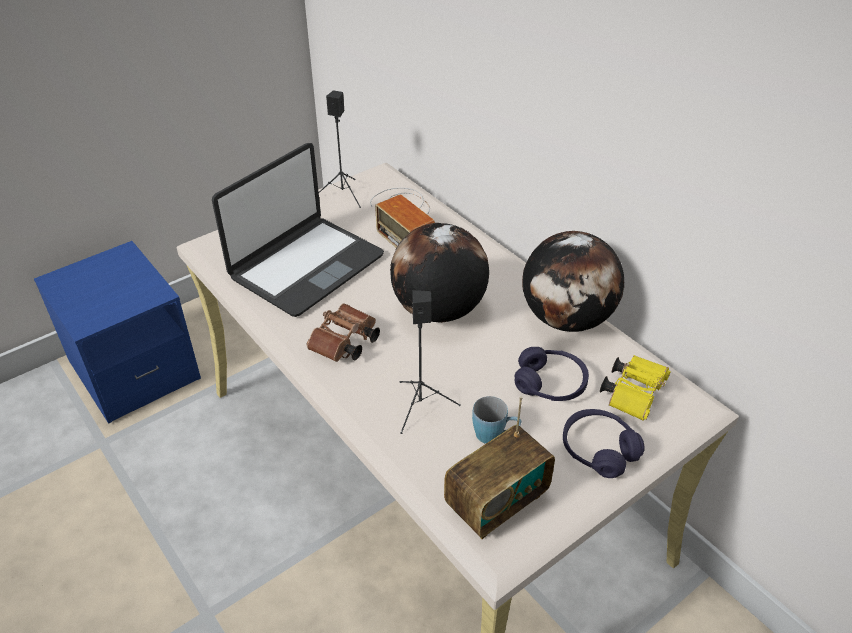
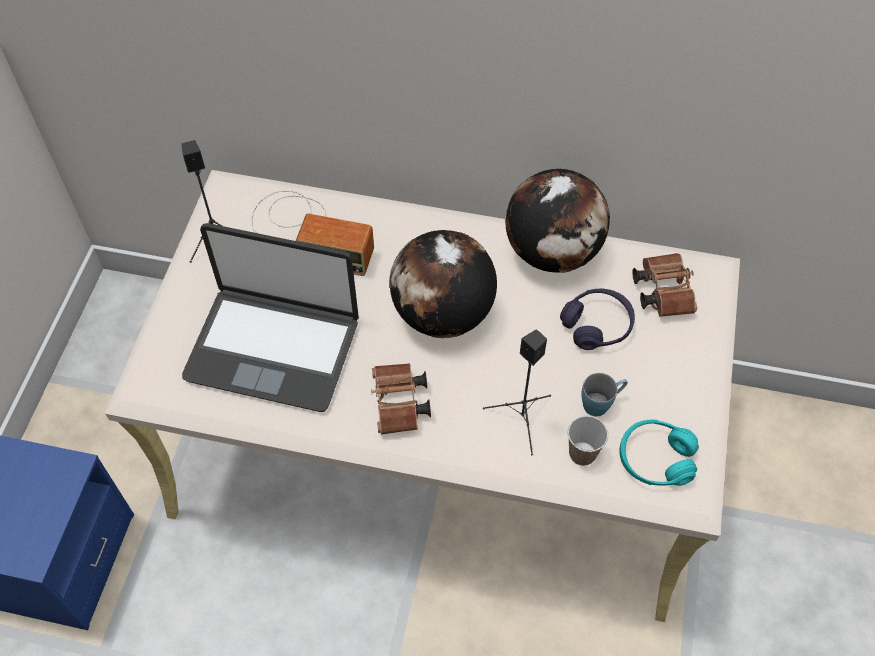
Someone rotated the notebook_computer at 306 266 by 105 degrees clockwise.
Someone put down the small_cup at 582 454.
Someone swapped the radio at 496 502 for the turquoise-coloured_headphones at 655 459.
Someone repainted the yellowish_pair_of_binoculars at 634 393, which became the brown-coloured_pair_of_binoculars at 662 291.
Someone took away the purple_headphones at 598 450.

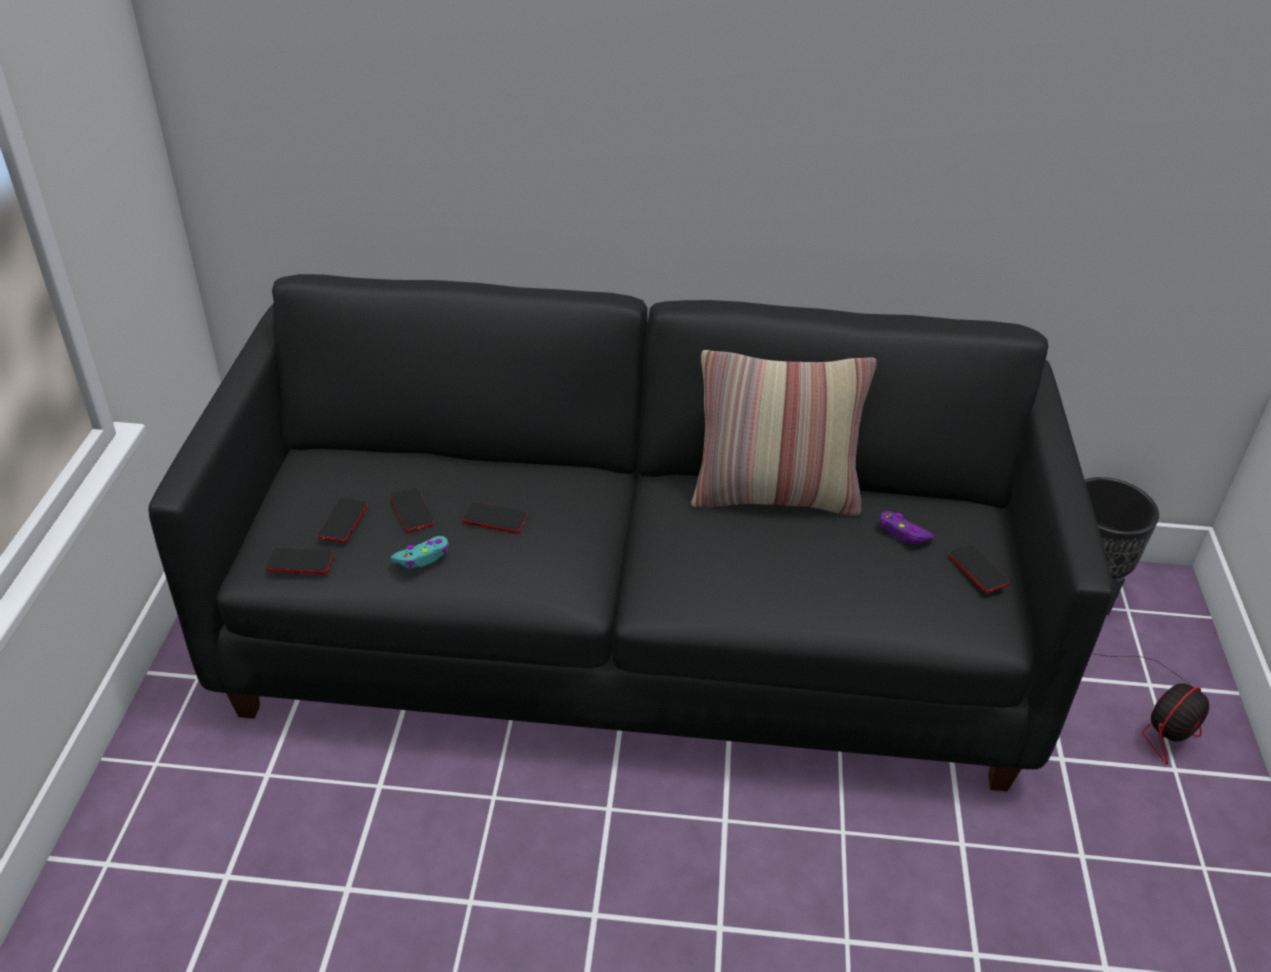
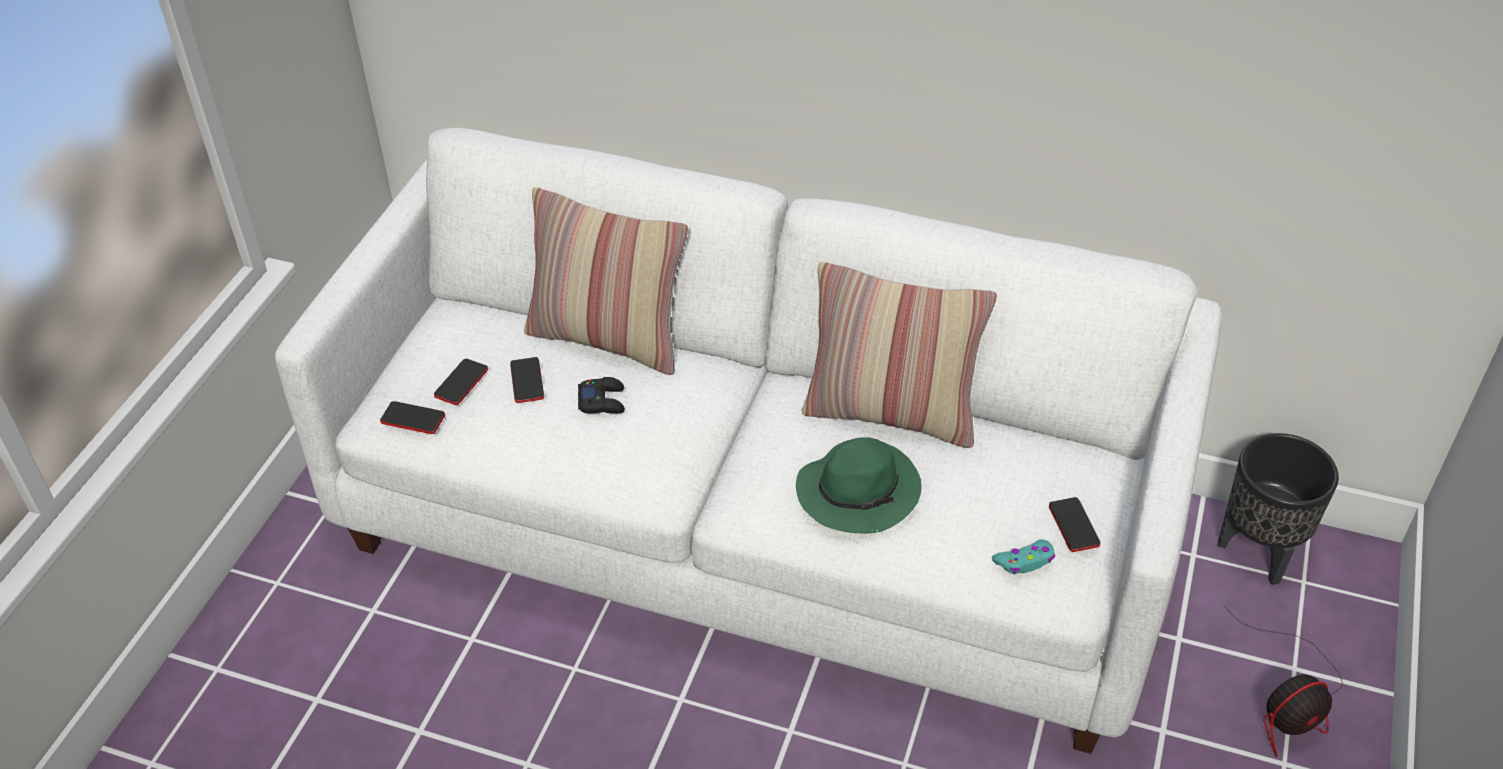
Someone repainted the black-coloured_sofa at 632 634, which became the white_sofa at 755 526.
Someone put down the throw_pillow at 608 339.
Someone swapped the telephone at 495 518 for the black-coloured_joypad at 602 401.
Someone put down the greenish_clothing_hat at 860 491.
Someone carried the turquoise-coloured_joypad from 423 557 to 1025 561.
Someone took away the purple_joypad at 903 533.

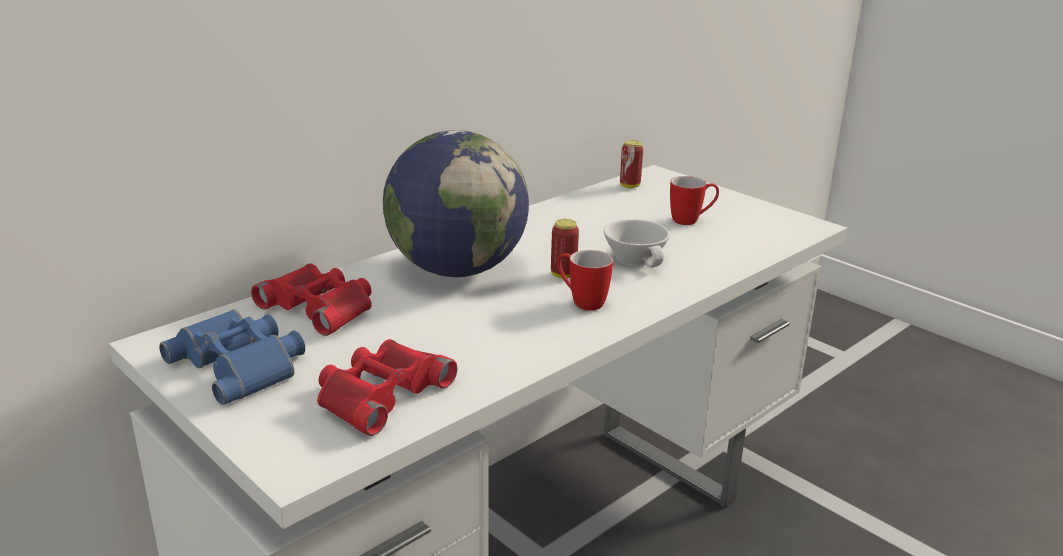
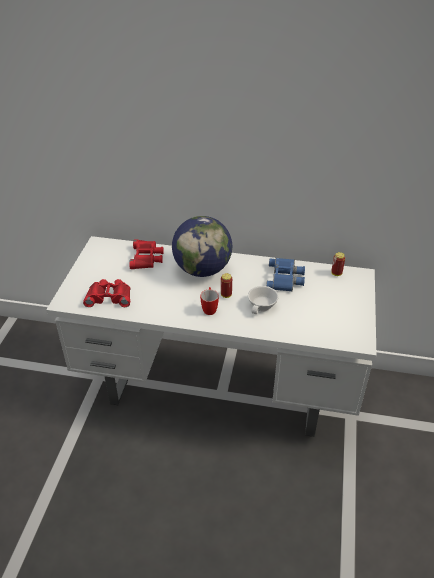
Someone carried the bluish_pair_of_binoculars from 242 364 to 286 278.
Someone took away the mug at 691 220.

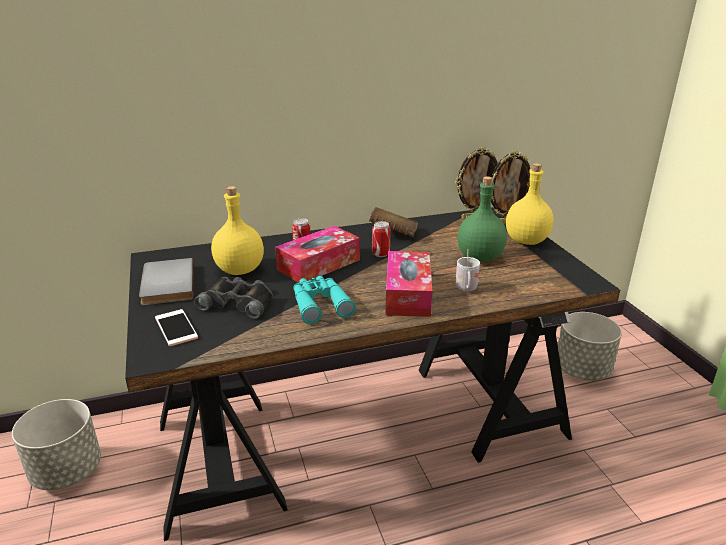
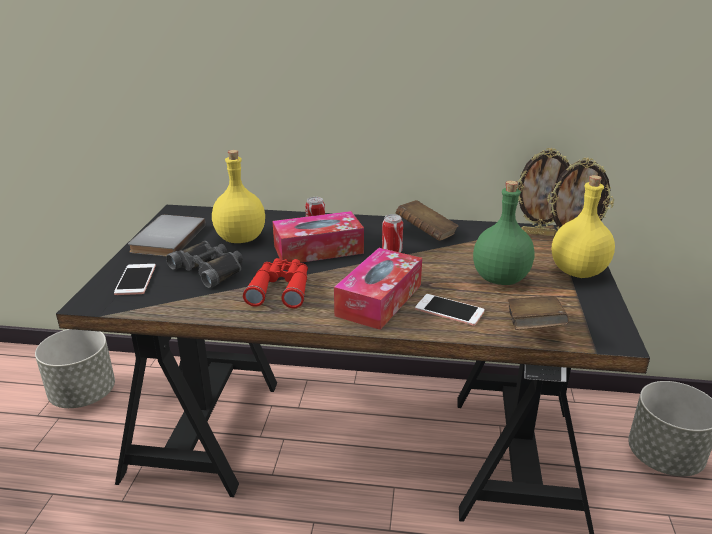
Someone repainted the turquoise-coloured_pair_of_binoculars at 320 304, which became the red-coloured_pair_of_binoculars at 281 289.
Someone swapped the white_mug at 466 289 for the telephone at 449 310.
Someone put down the brown-coloured_book at 533 328.

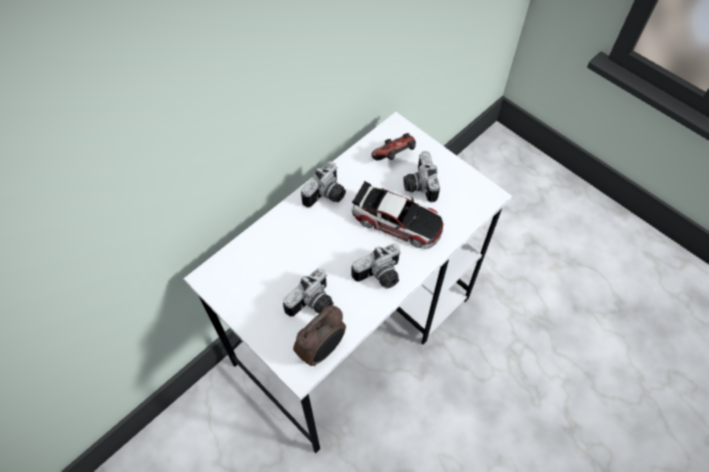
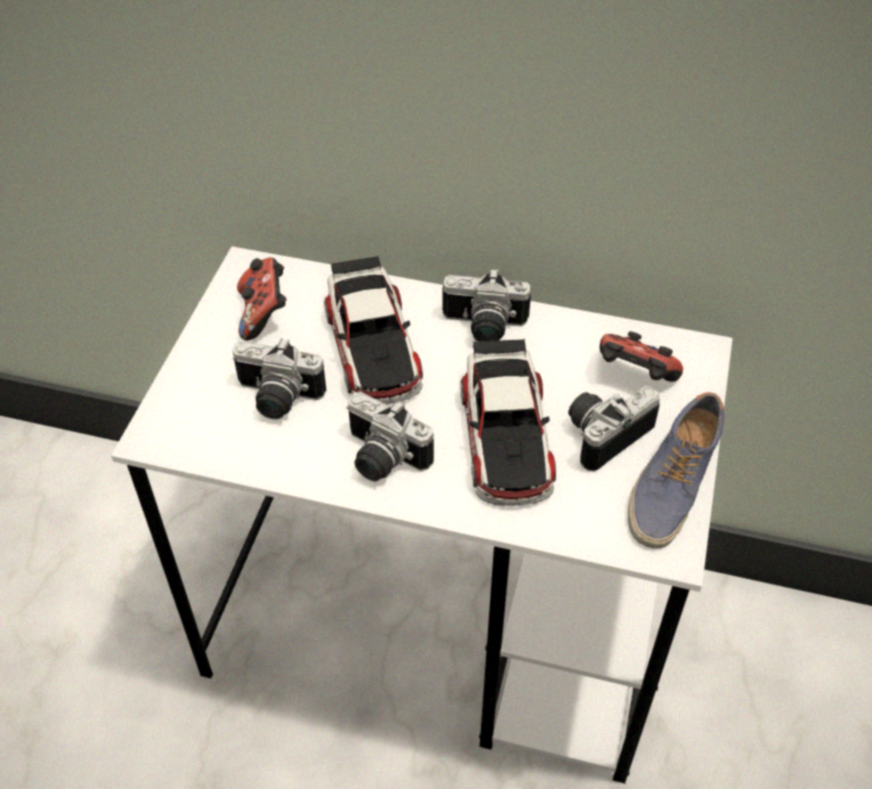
Someone put down the joypad at 264 313.
Someone put down the miniature_car at 372 345.
Someone put down the item_of_footwear at 671 484.
Someone took away the table_clock at 322 349.

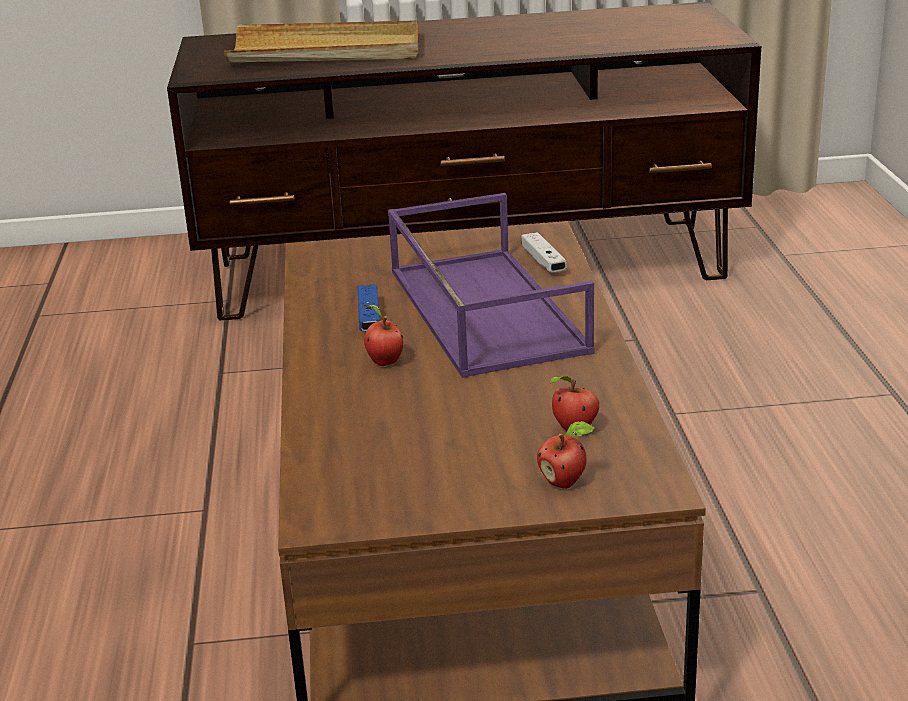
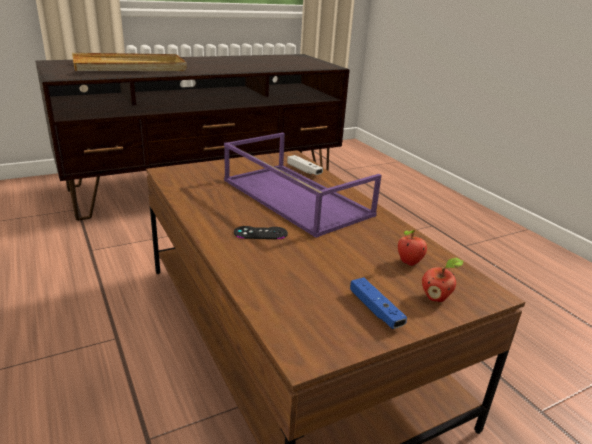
Someone swapped the apple at 383 362 for the black-coloured_joypad at 260 233.
Someone carried the bluish_joypad from 369 318 to 375 310.

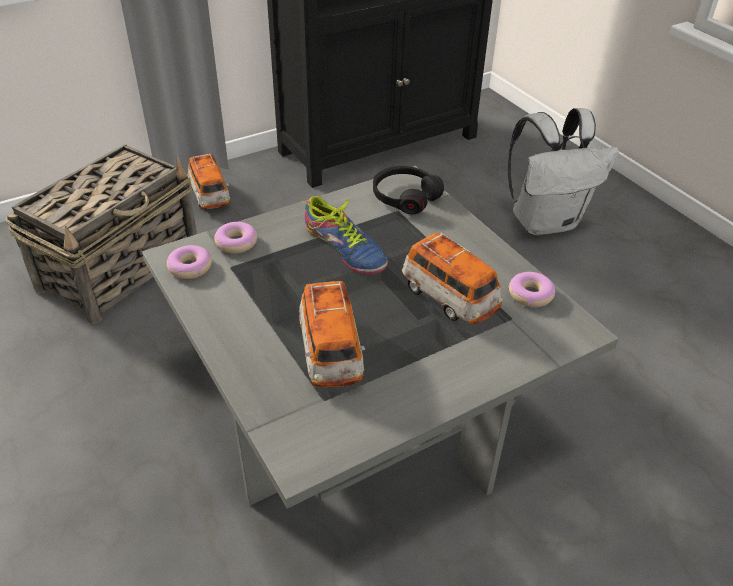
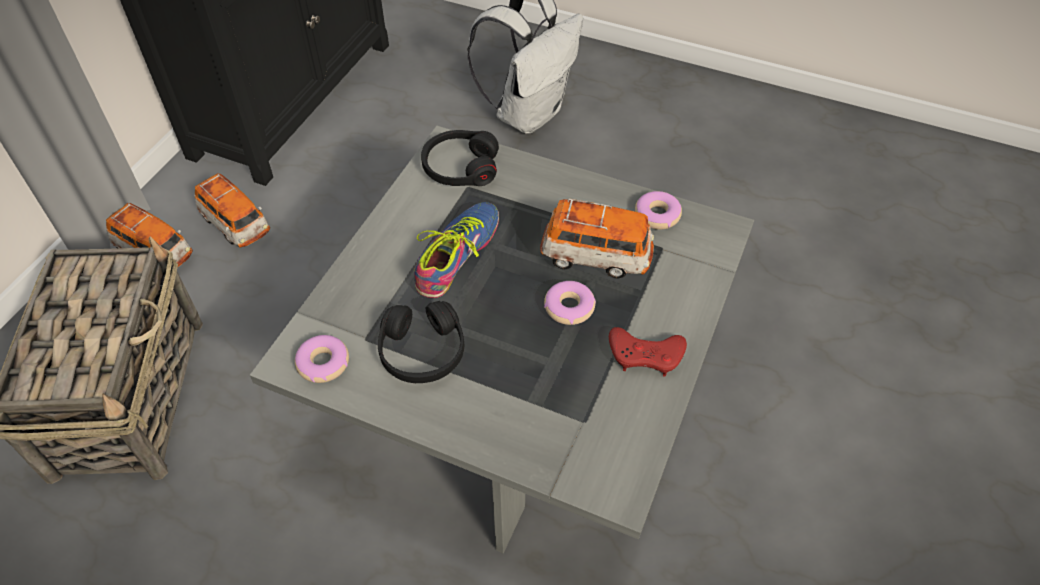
Someone carried the miniature_car from 331 353 to 235 225.
Someone put down the black-coloured_headphones at 422 351.
Someone rotated the item_of_footwear at 345 248 by 75 degrees counterclockwise.
Someone carried the doughnut from 236 242 to 569 307.
Someone put down the red-coloured_joypad at 646 355.

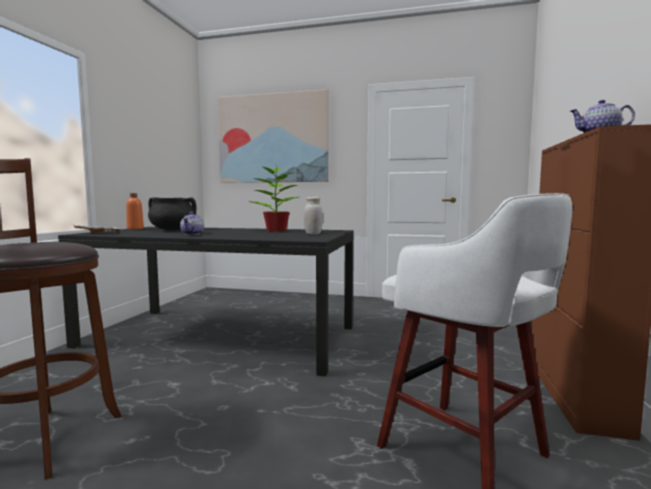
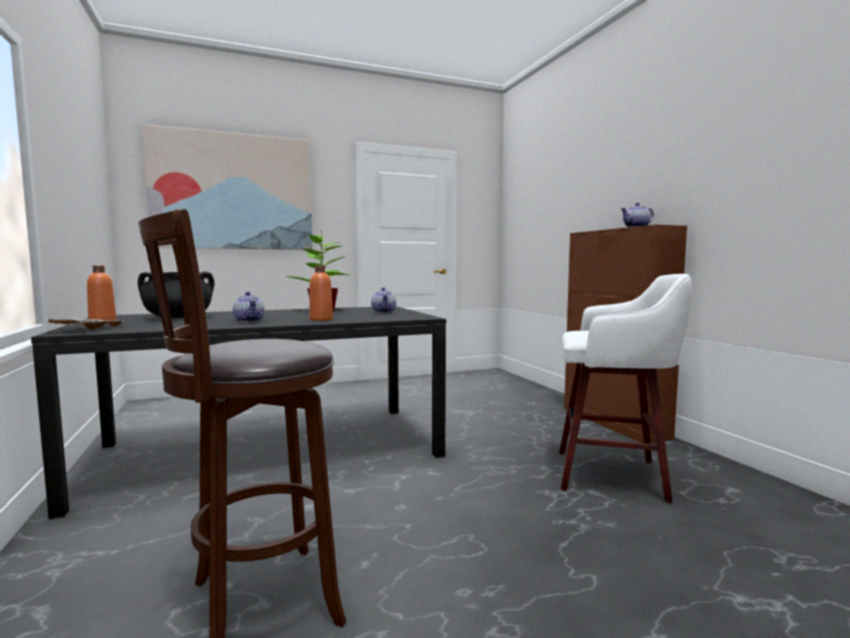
Someone put down the orange_drink_bottle at 321 319.
Someone swapped the white_jar at 313 233 for the pot_for_tea at 384 312.

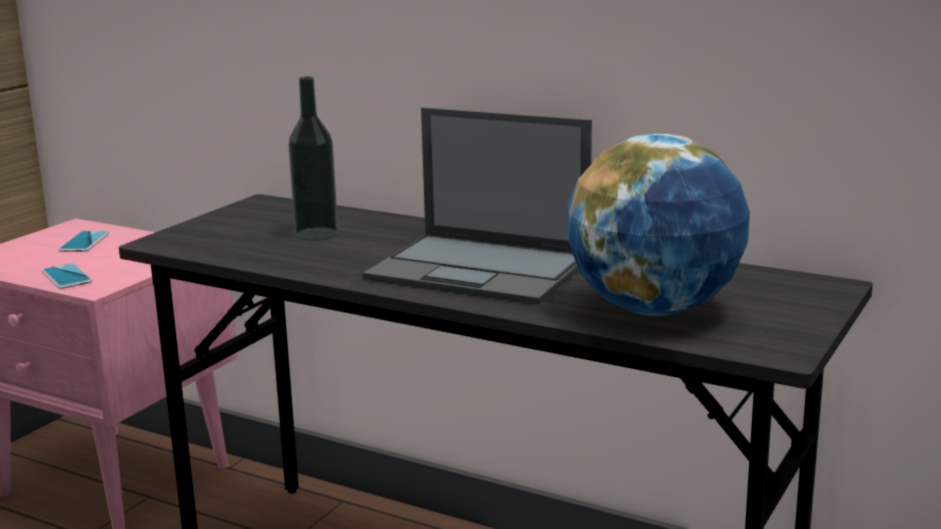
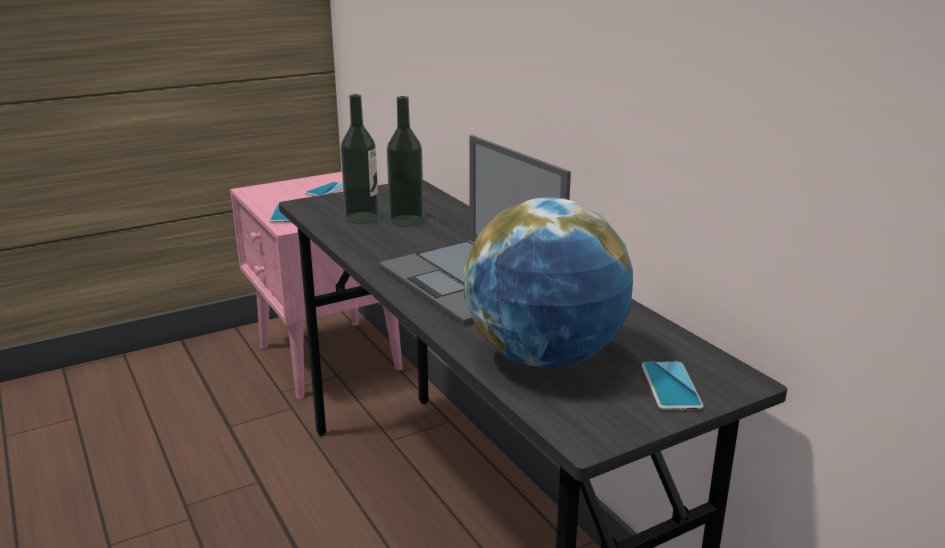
Someone put down the drink_bottle at 362 218.
Someone put down the telephone at 671 386.

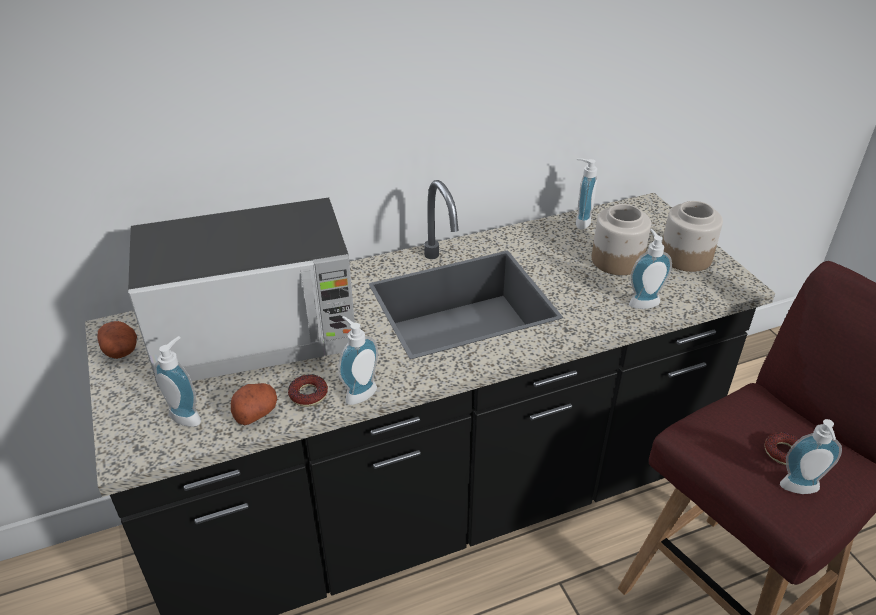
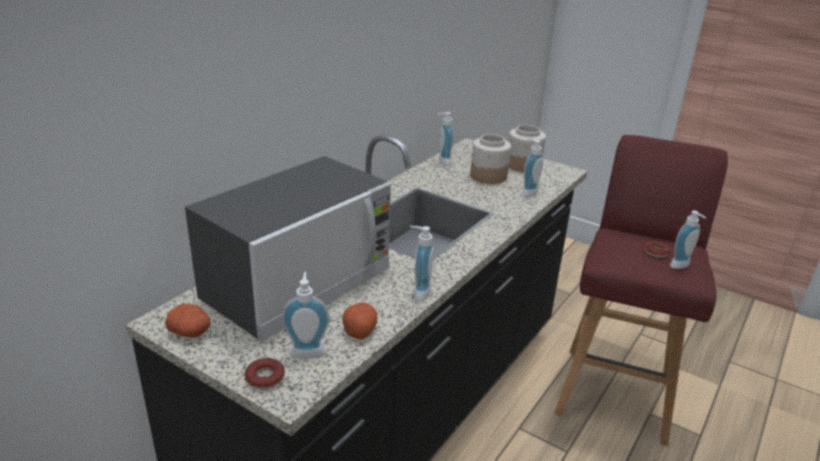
Someone carried the doughnut from 308 394 to 265 378.

